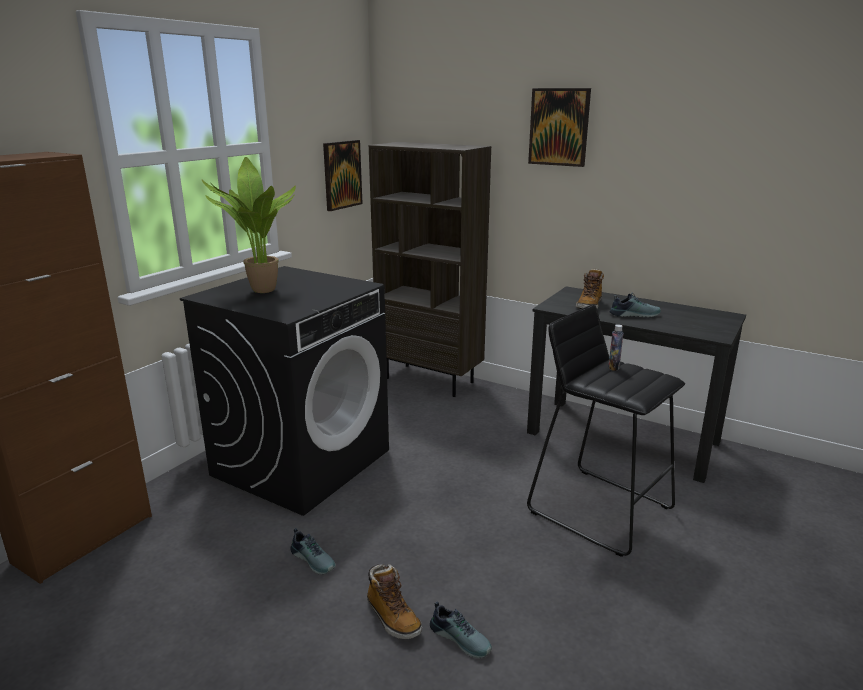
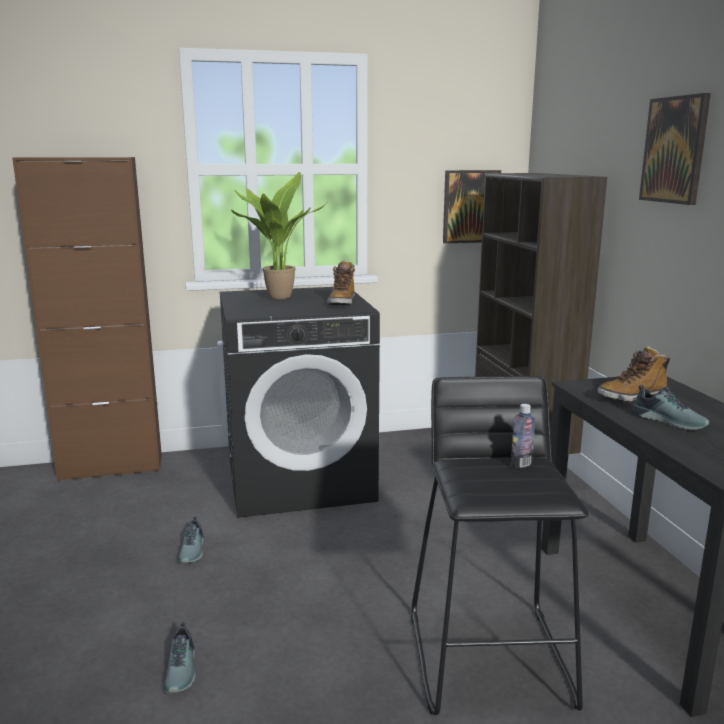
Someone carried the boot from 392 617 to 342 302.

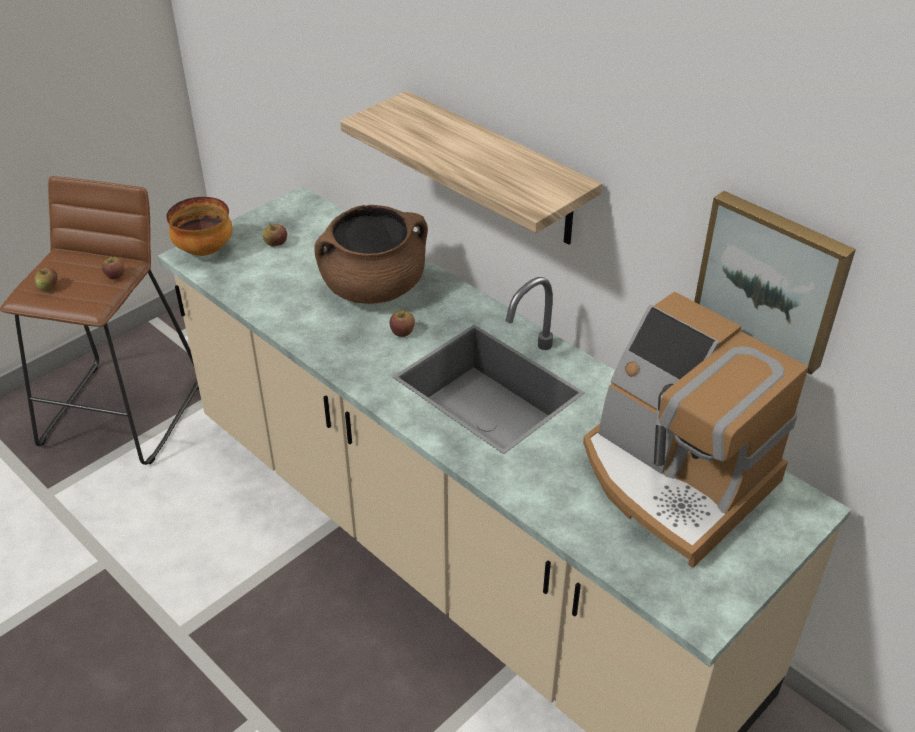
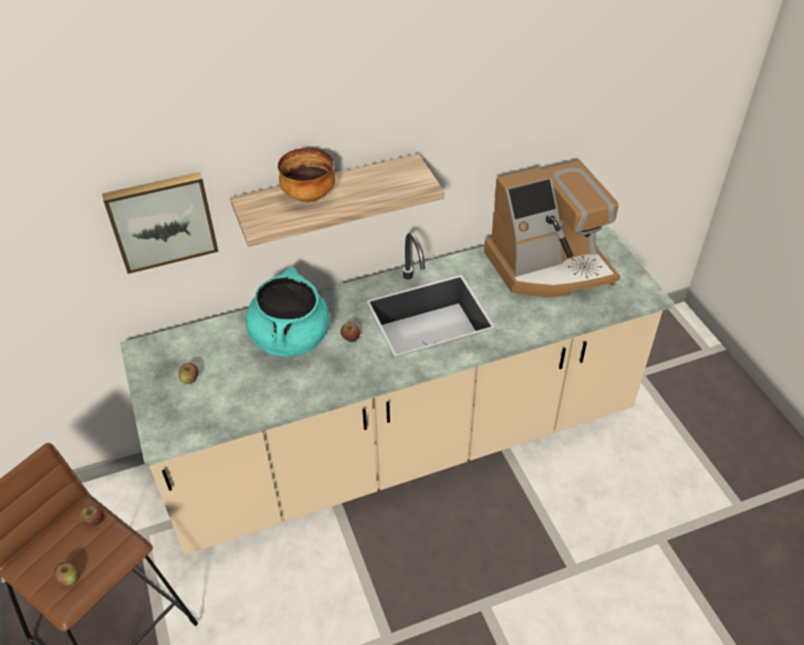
Someone carried the wall_art from 772 279 to 162 220.
Someone repainted the brown-coloured_cooking_pot at 374 288, which became the turquoise-coloured_cooking_pot at 290 338.
Someone carried the bowl from 205 250 to 309 196.

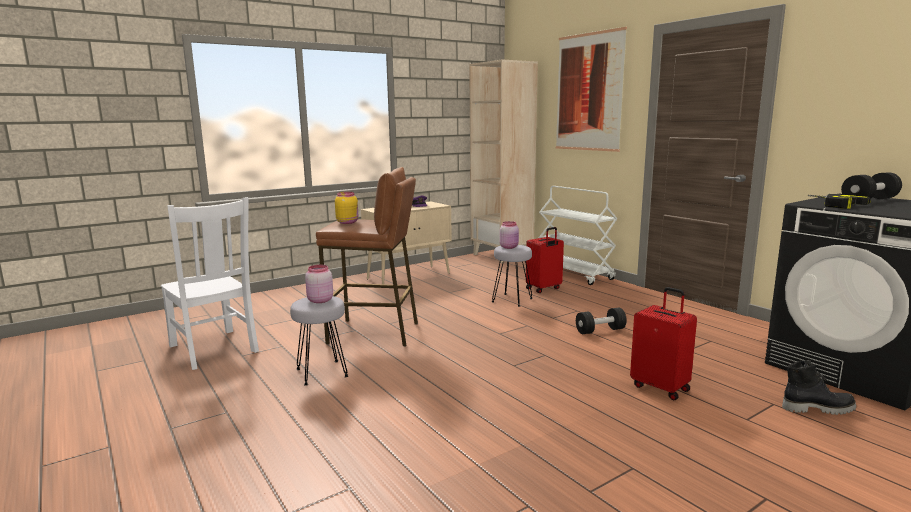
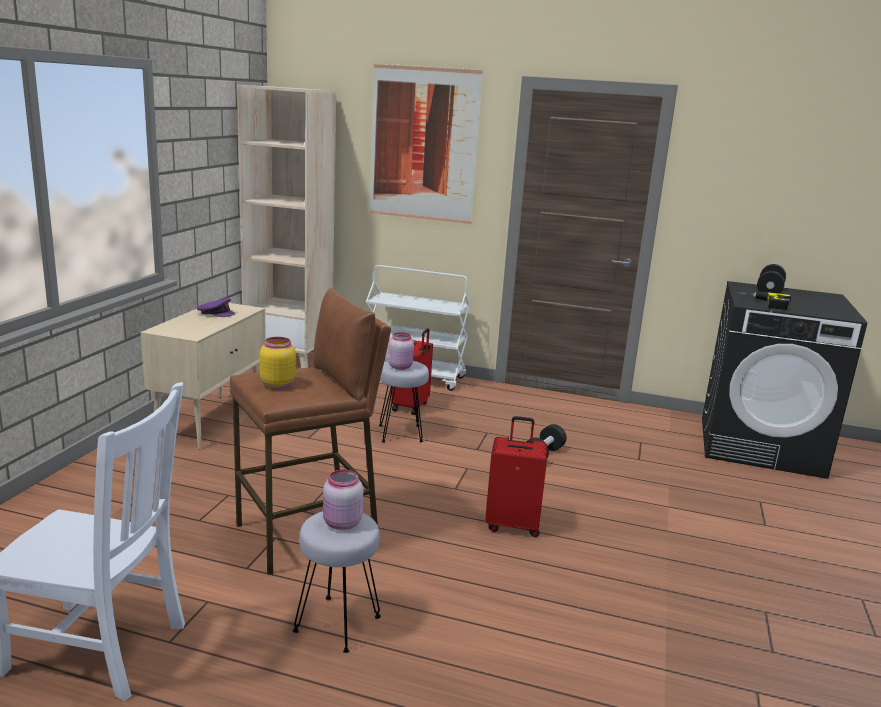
Someone carried the red-coloured_suitcase from 661 387 to 512 524.
Someone took away the black-coloured_boot at 817 408.

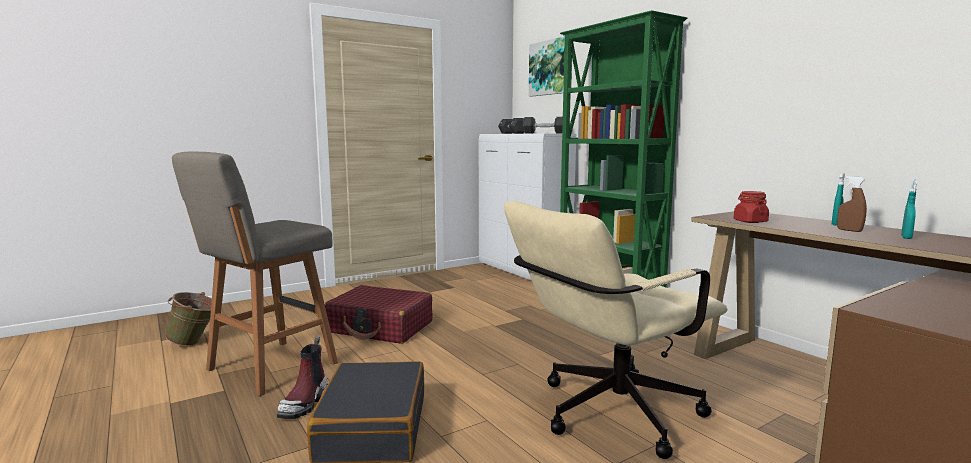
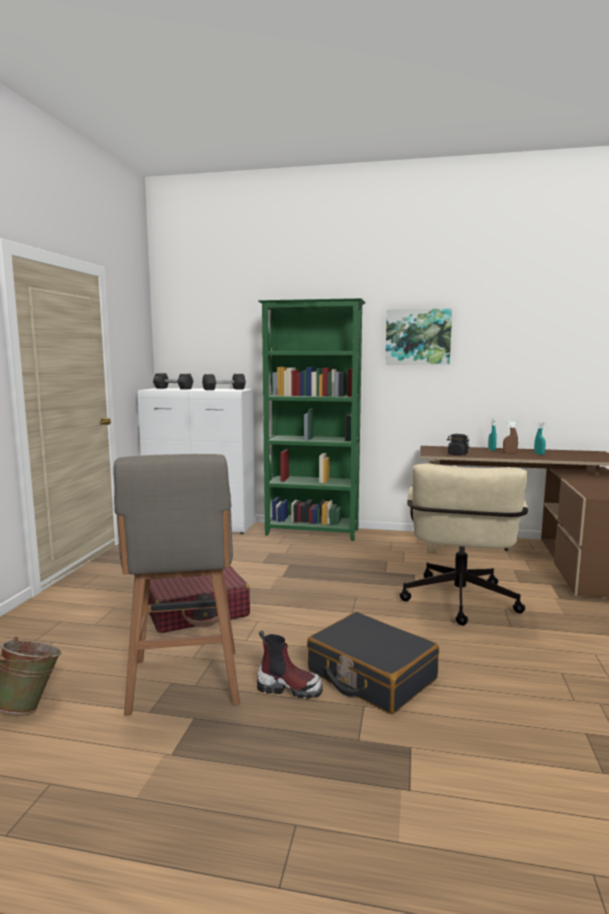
Someone rotated the boot at 305 404 by 45 degrees counterclockwise.
Someone carried the wall_art from 551 67 to 418 337.
Someone repainted the red-coloured_jar at 750 221, which became the black-coloured_jar at 457 454.

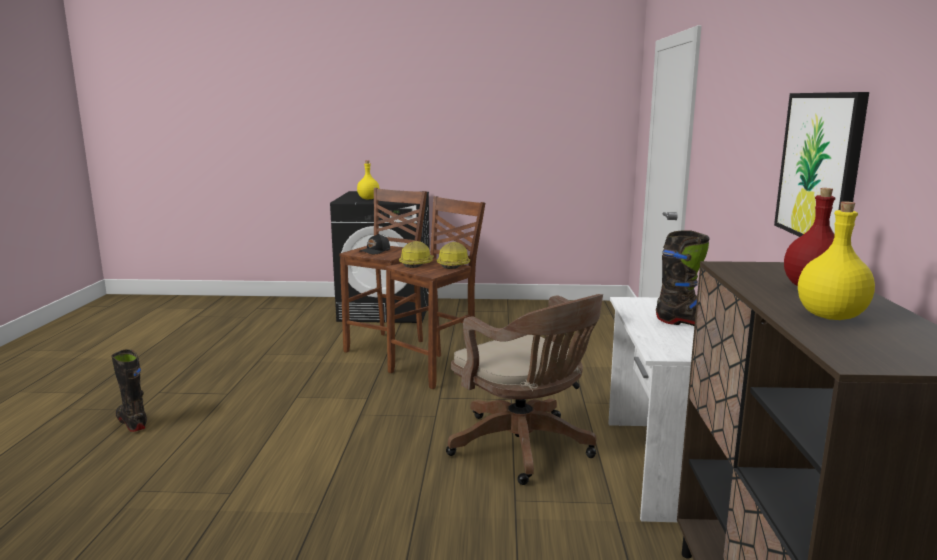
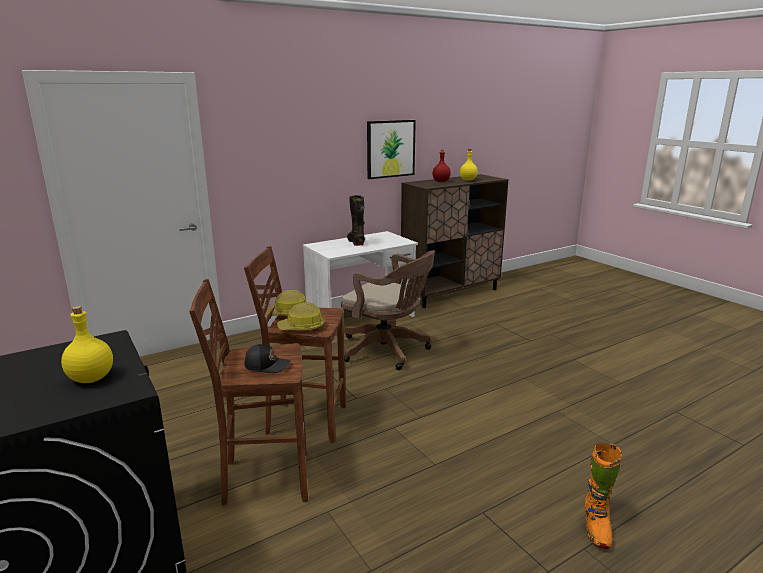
Someone rotated the brown-coloured_desk_chair at 525 448 by 105 degrees clockwise.
Someone repainted the black-coloured_boot at 132 422, which became the orange_boot at 596 528.

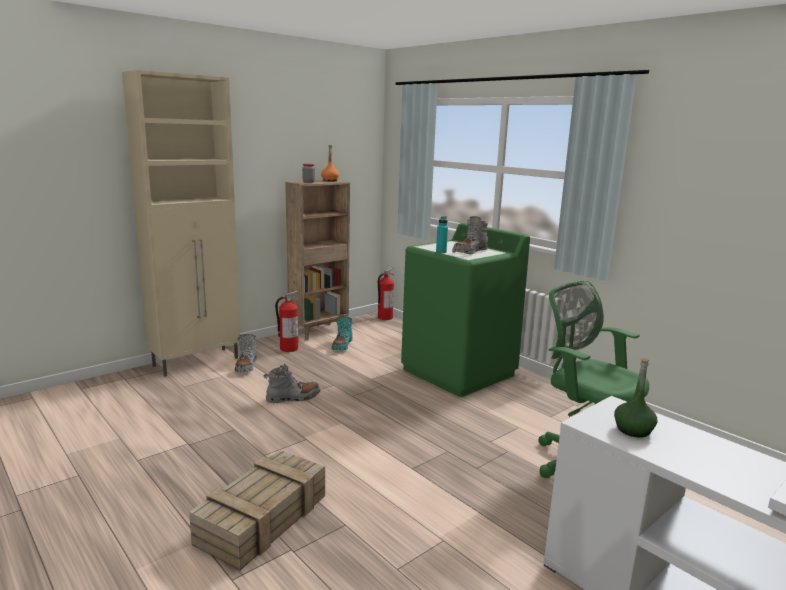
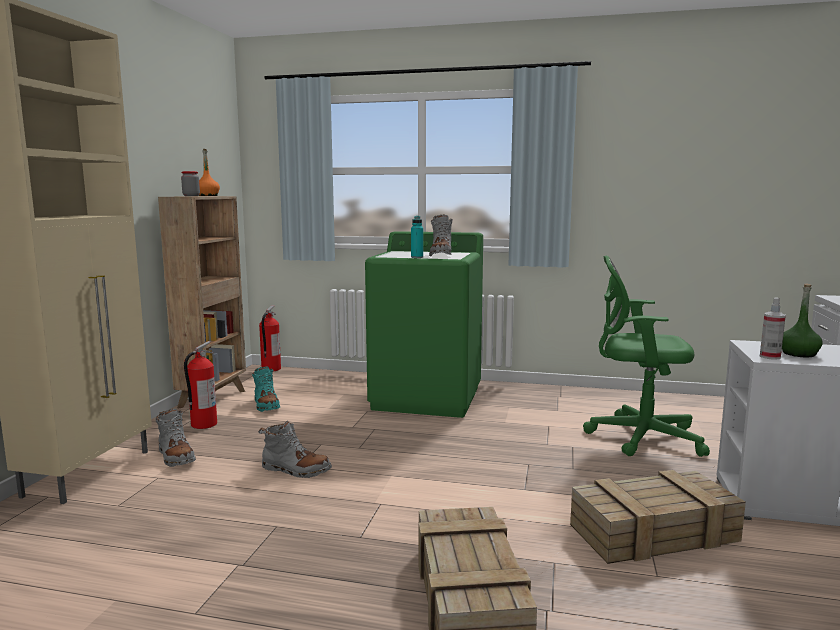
Someone rotated the greyish_boot at 293 398 by 75 degrees clockwise.
Someone put down the crate at 655 532.
Someone put down the hand_sprayer at 770 357.

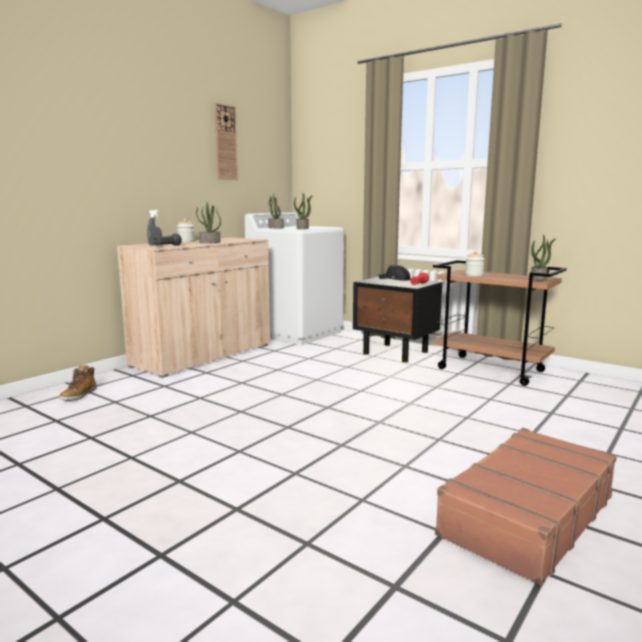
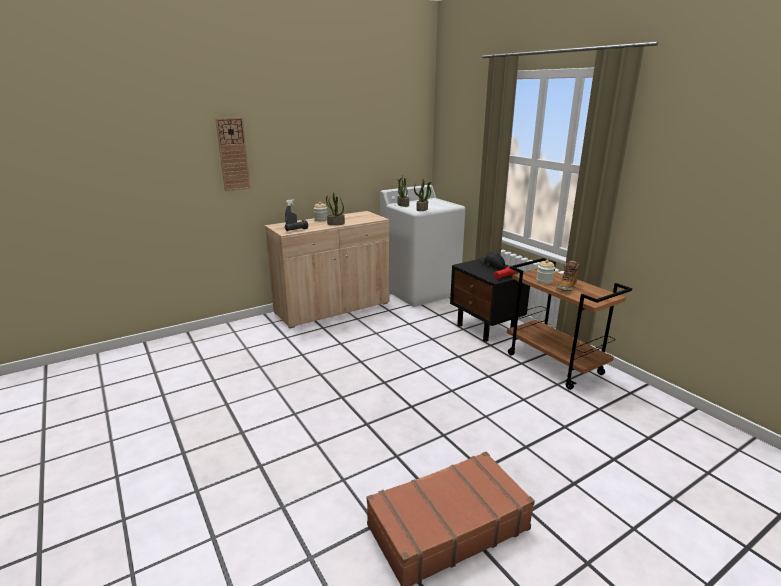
Someone carried the hanging_clock from 225 142 to 233 154.
Someone carried the boot from 79 395 to 566 287.
Someone took away the plant_in_a_pot at 539 279.

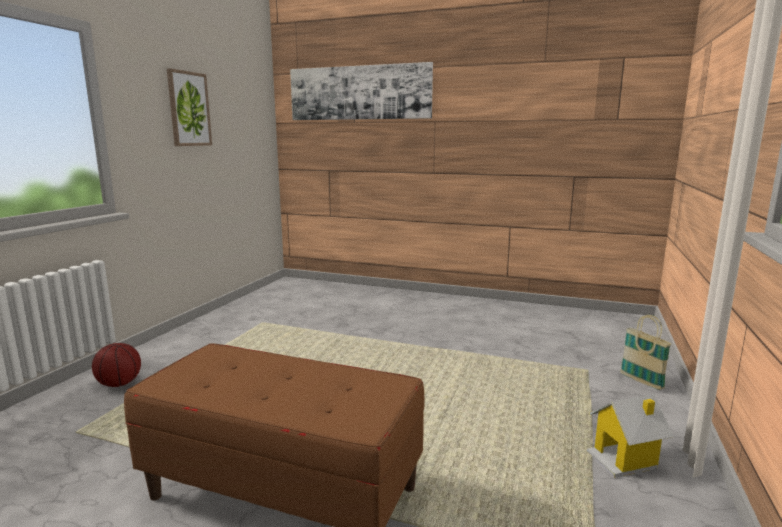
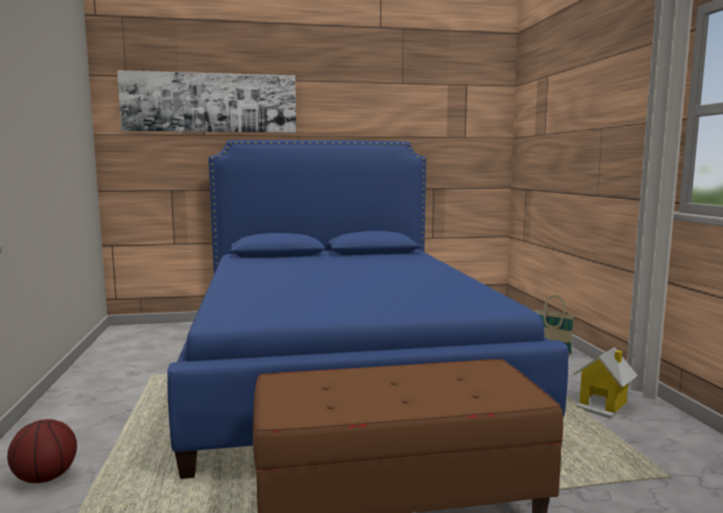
Someone put down the bluish_bedroom_bed at 340 367.
Someone took away the wall_art at 189 109.

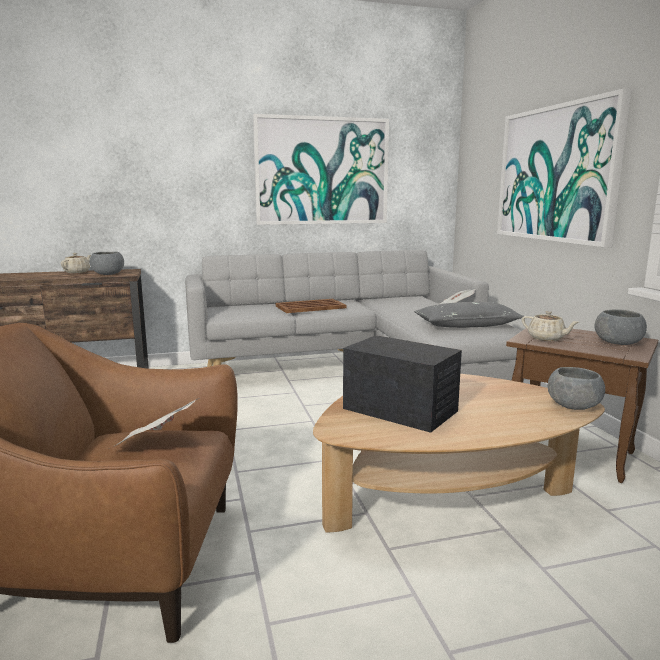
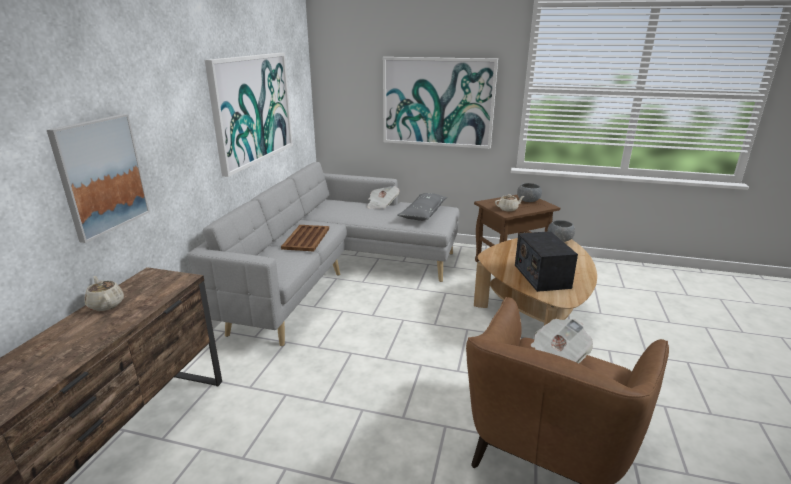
Someone put up the wall_art at 101 175.
Someone rotated the radio at 400 410 by 75 degrees counterclockwise.
Someone took away the greyish_bowl at 108 274.

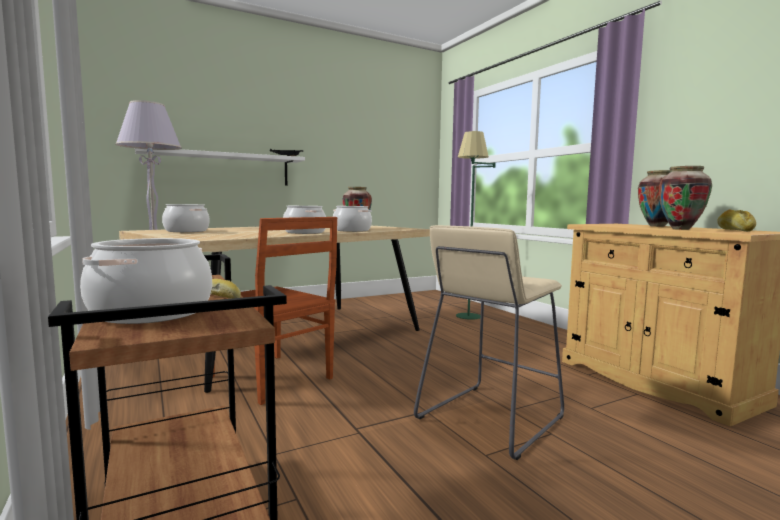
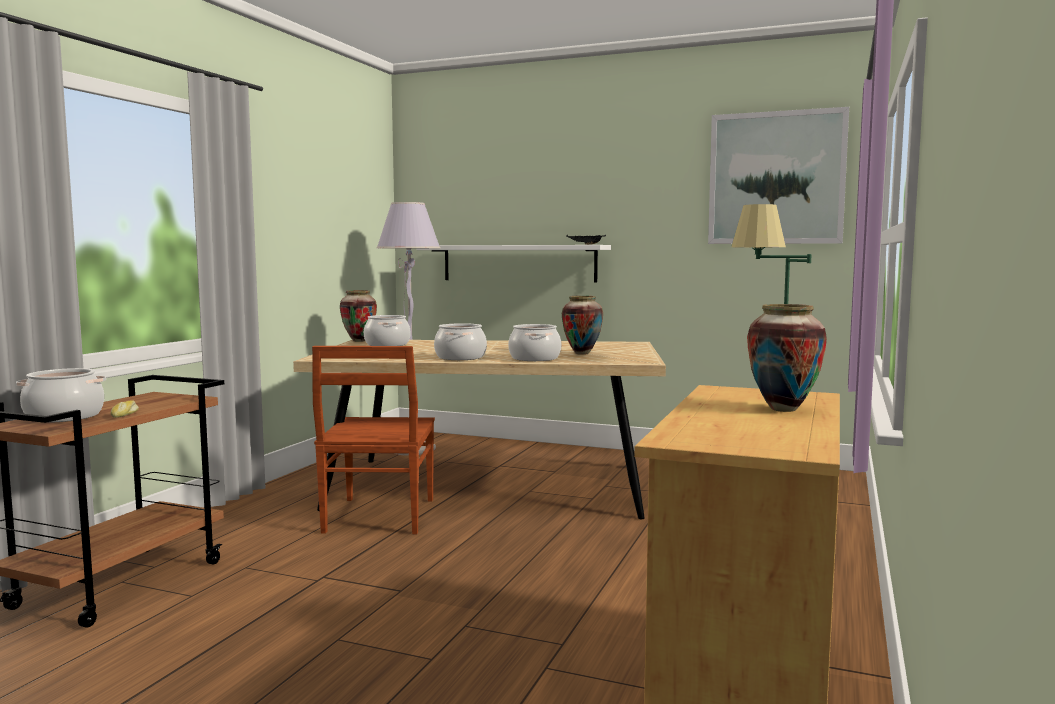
Someone carried the vase from 681 229 to 359 341.
Someone put up the wall_art at 776 178.
Someone took away the beige_sitting_stool at 490 418.
Someone took away the bakery_bread at 735 230.

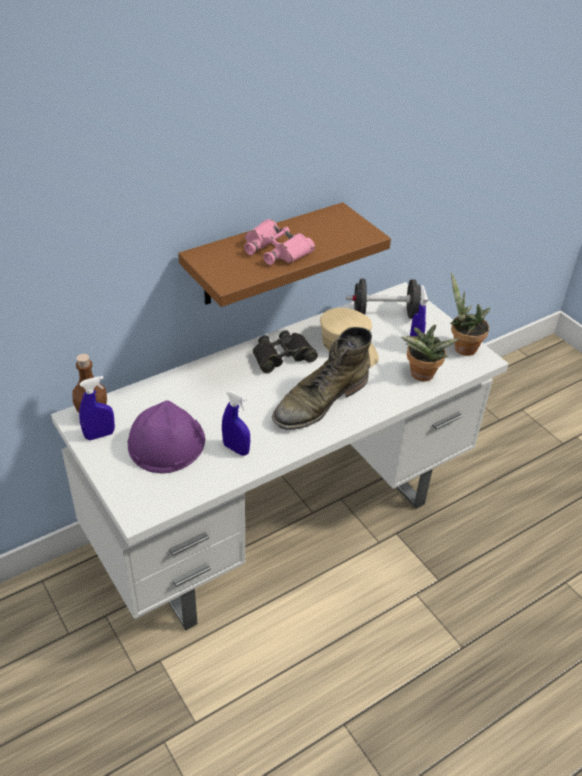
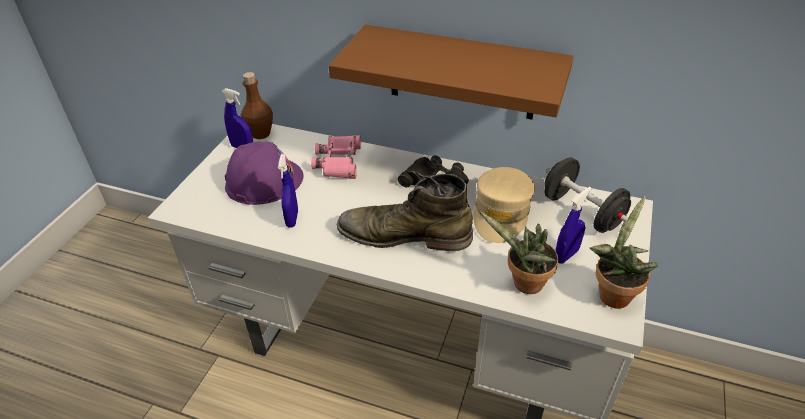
Someone carried the pink-coloured_pair_of_binoculars from 276 249 to 339 161.

